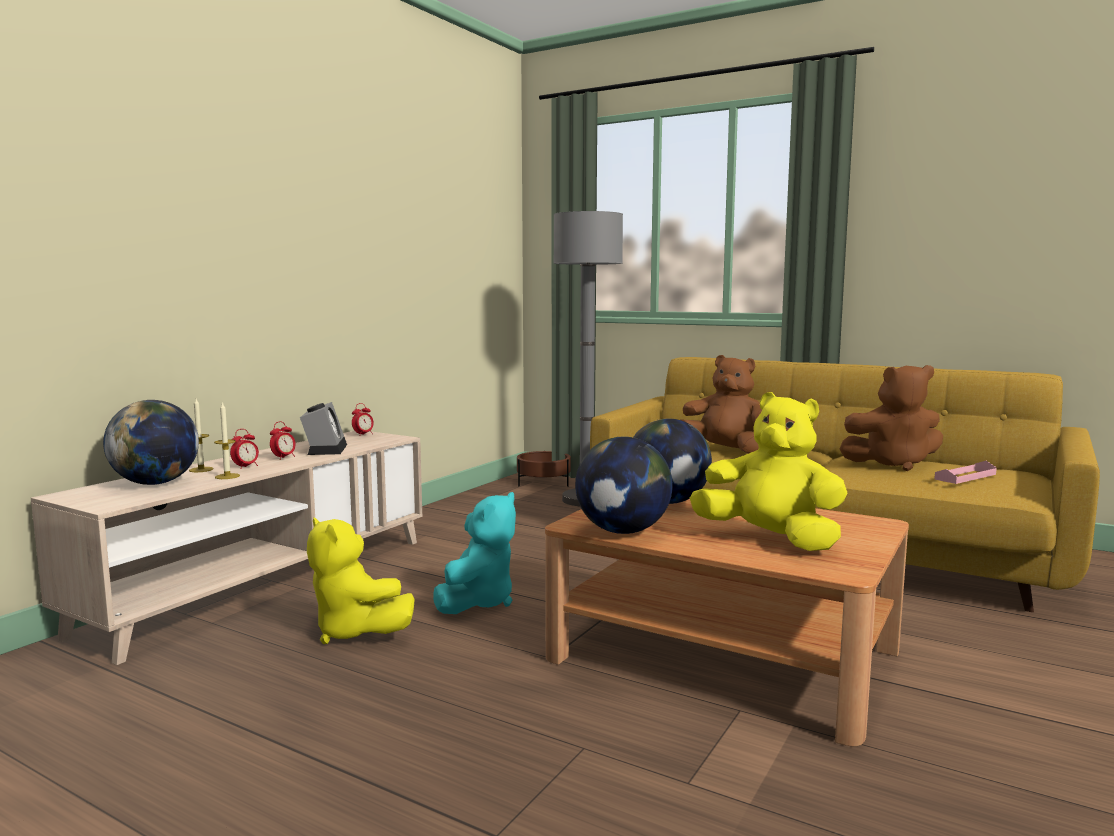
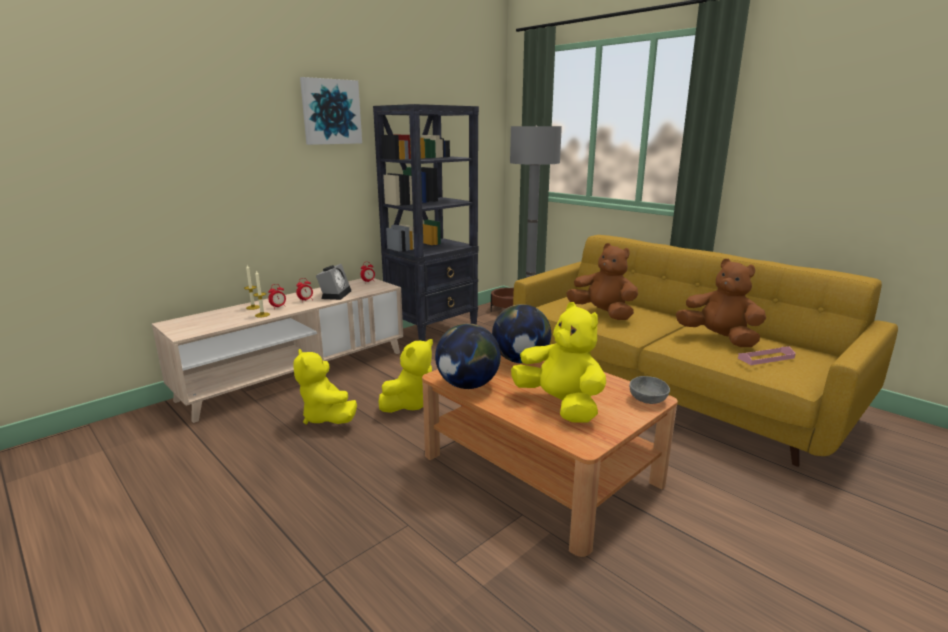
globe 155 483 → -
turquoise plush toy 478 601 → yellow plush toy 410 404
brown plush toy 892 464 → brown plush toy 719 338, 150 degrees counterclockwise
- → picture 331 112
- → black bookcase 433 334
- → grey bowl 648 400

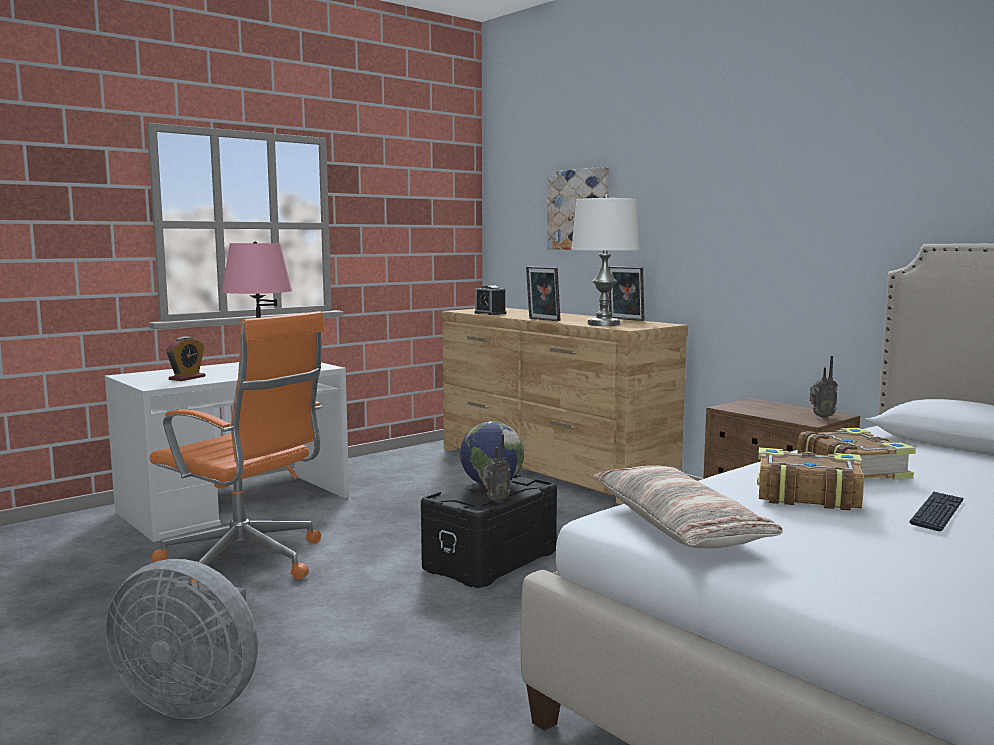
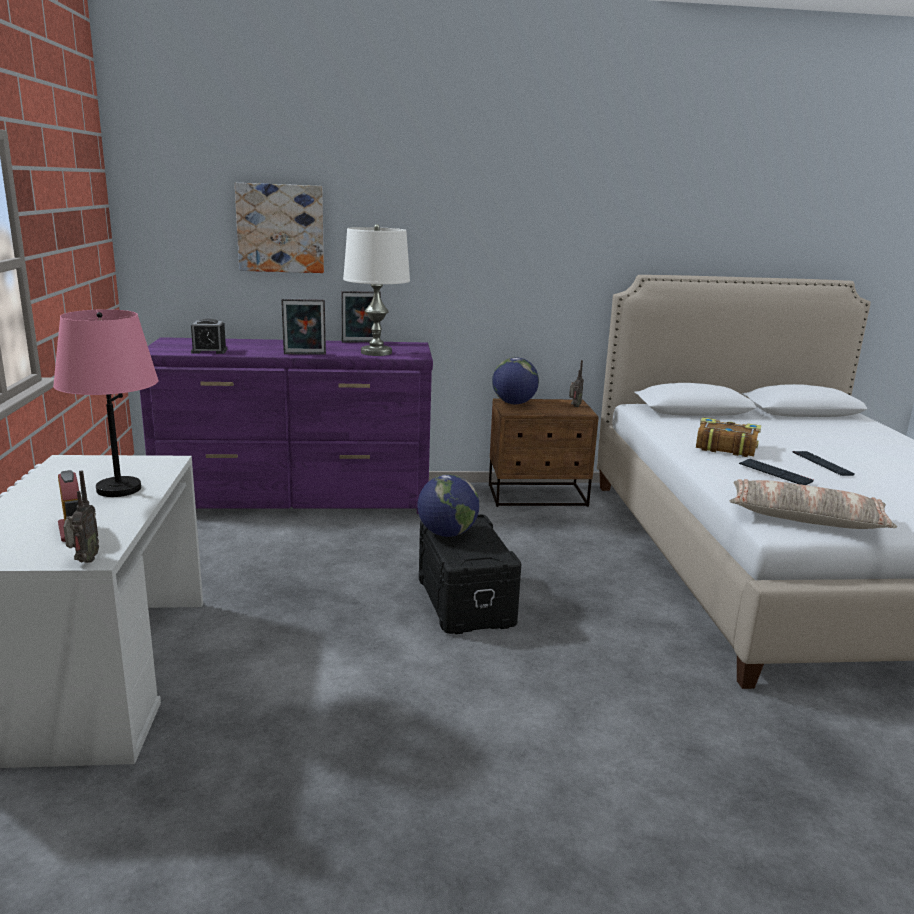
grey fan 193 701 → -
orange office chair 246 563 → -
brown dresser 551 467 → purple dresser 297 499
radio 495 501 → radio 84 561, move
book 805 495 → keyboard 774 473
- → globe 514 403

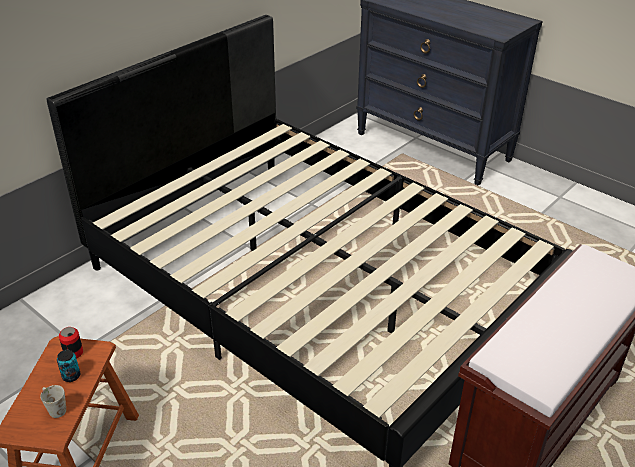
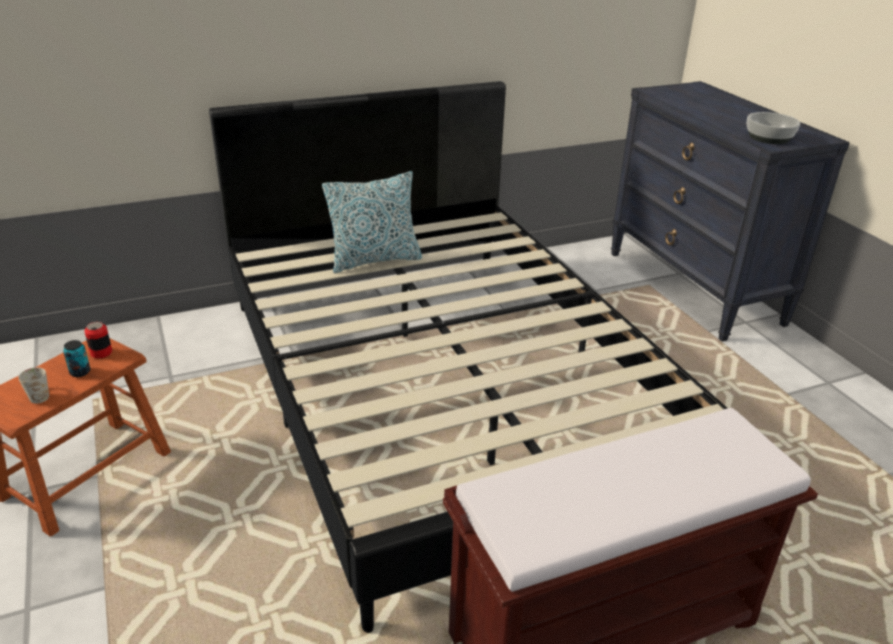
- → pillow 374 260
- → bowl 769 138

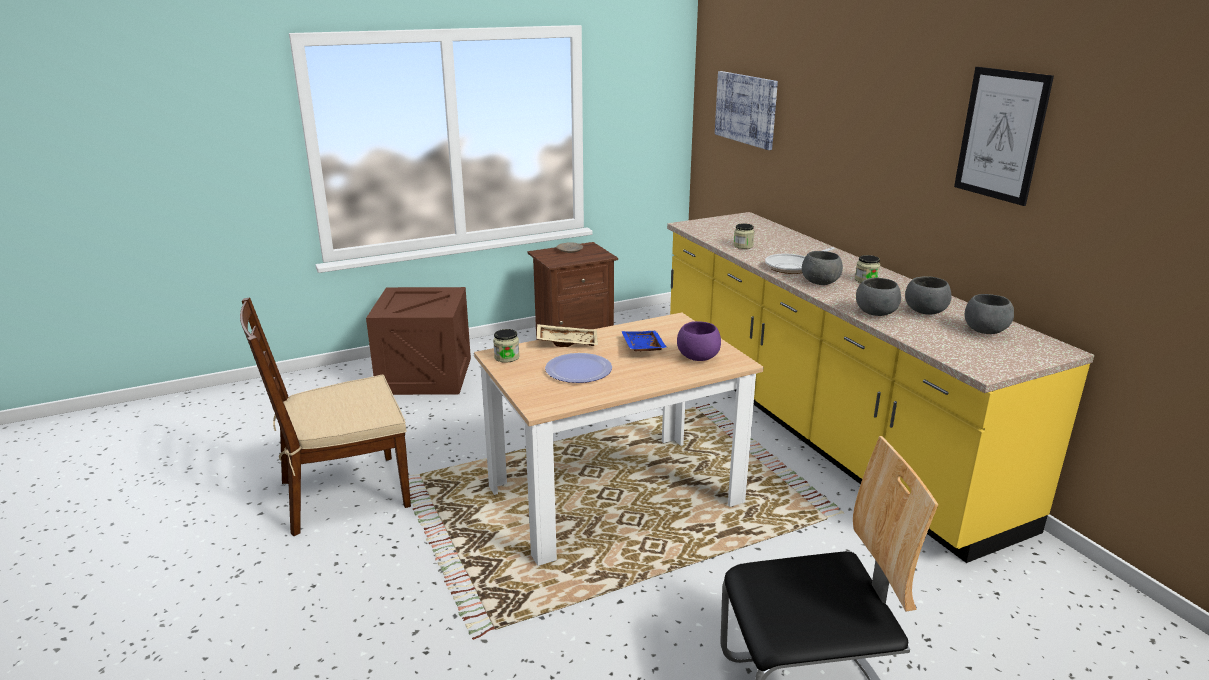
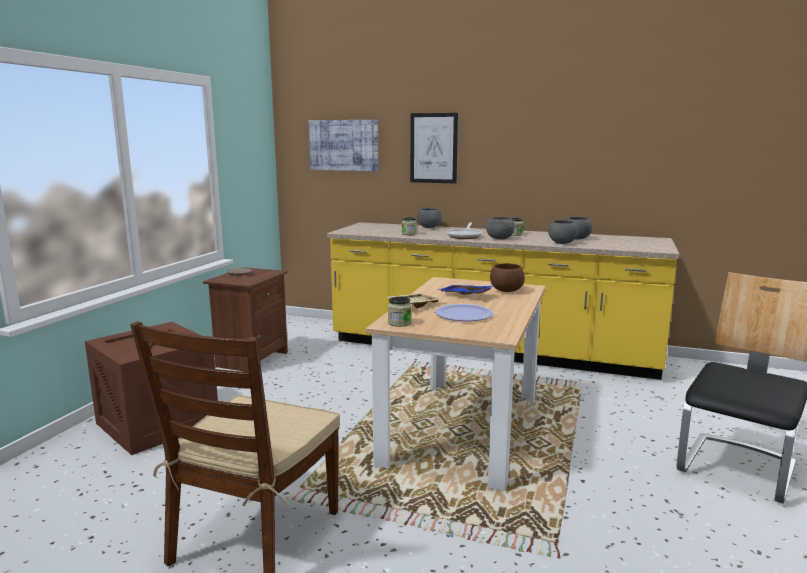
purple bowl 698 357 → brown bowl 506 291
picture 1001 135 → picture 433 148, move
grey bowl 985 331 → grey bowl 429 227, move

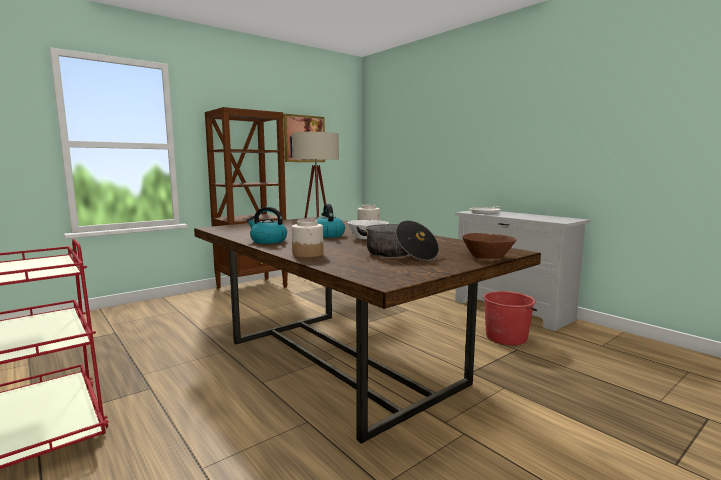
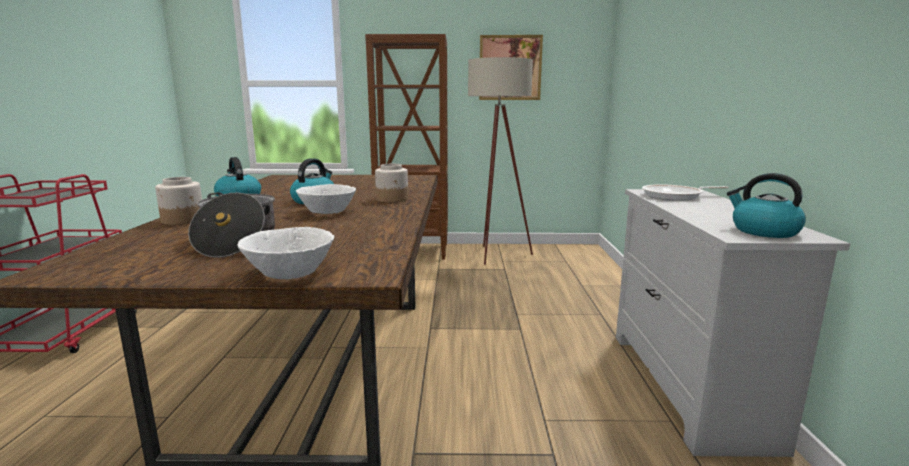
brown bowl 487 257 → white bowl 290 273
red bucket 506 337 → -
- → kettle 763 231

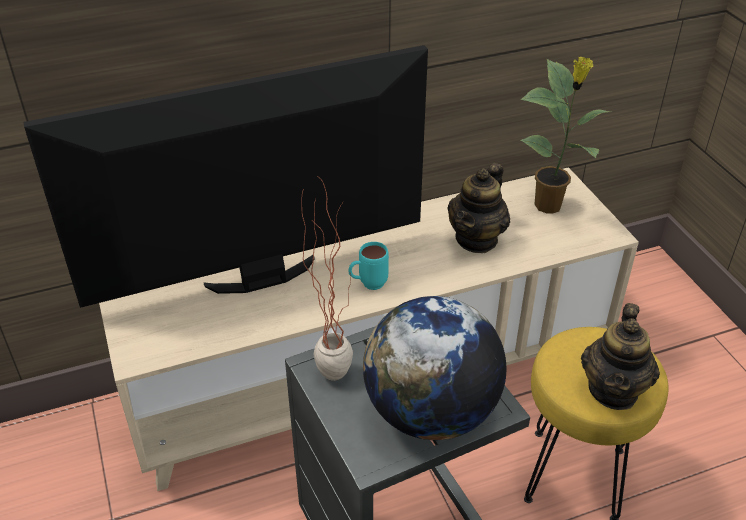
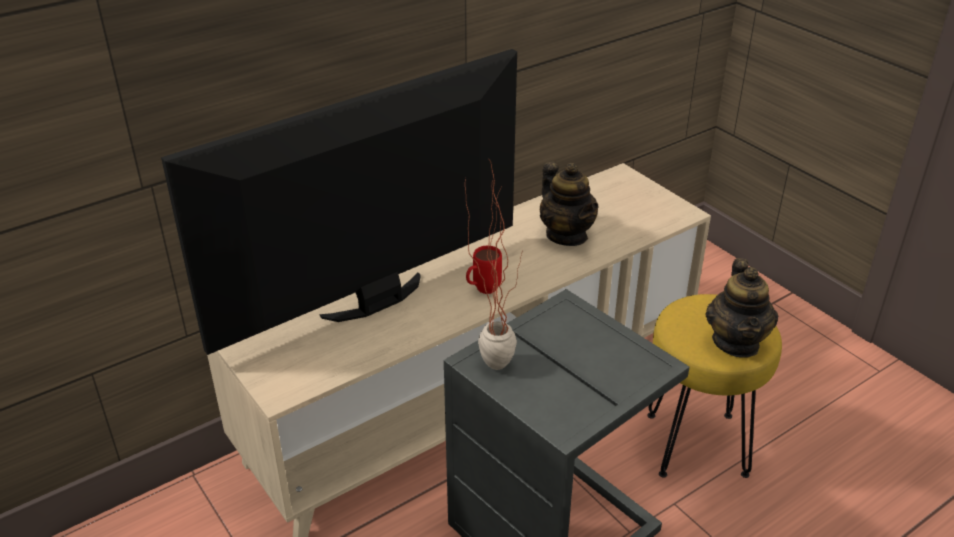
turquoise mug 368 285 → red mug 482 290
globe 431 413 → -
teapot 477 239 → teapot 567 235, 45 degrees counterclockwise
potted plant 550 206 → -

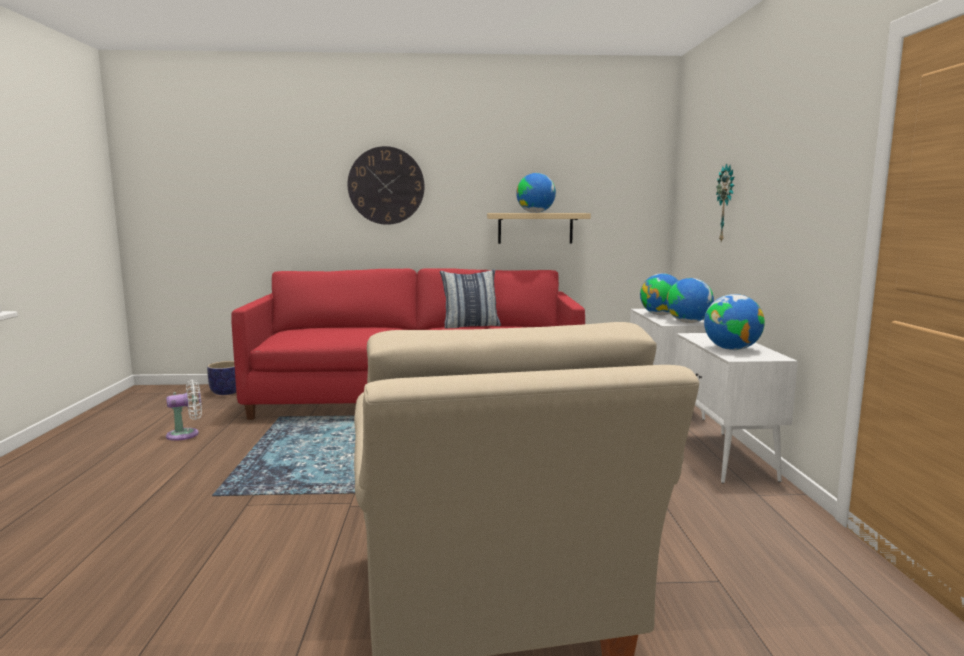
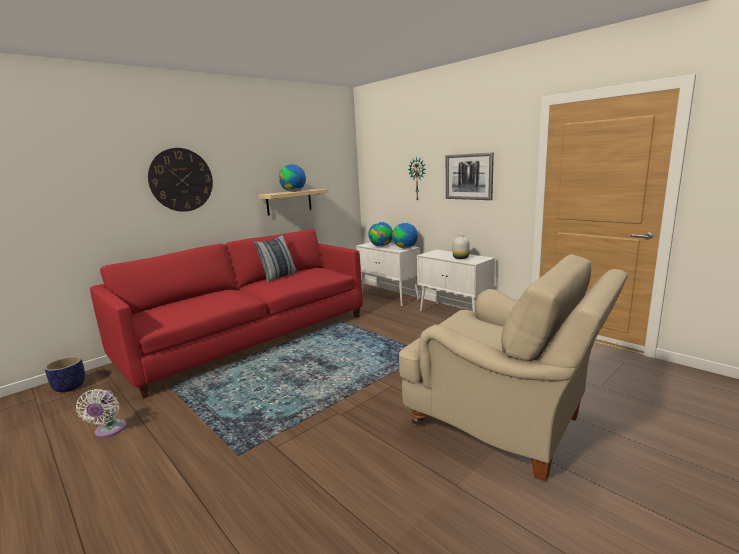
white fan 186 434 → white fan 109 431, 150 degrees clockwise
globe 731 349 → white vase 460 258
- → picture 469 176

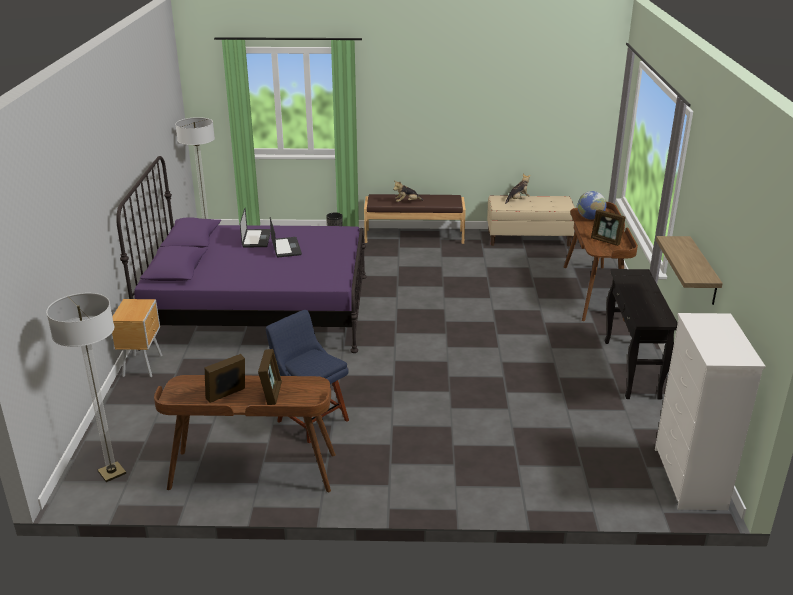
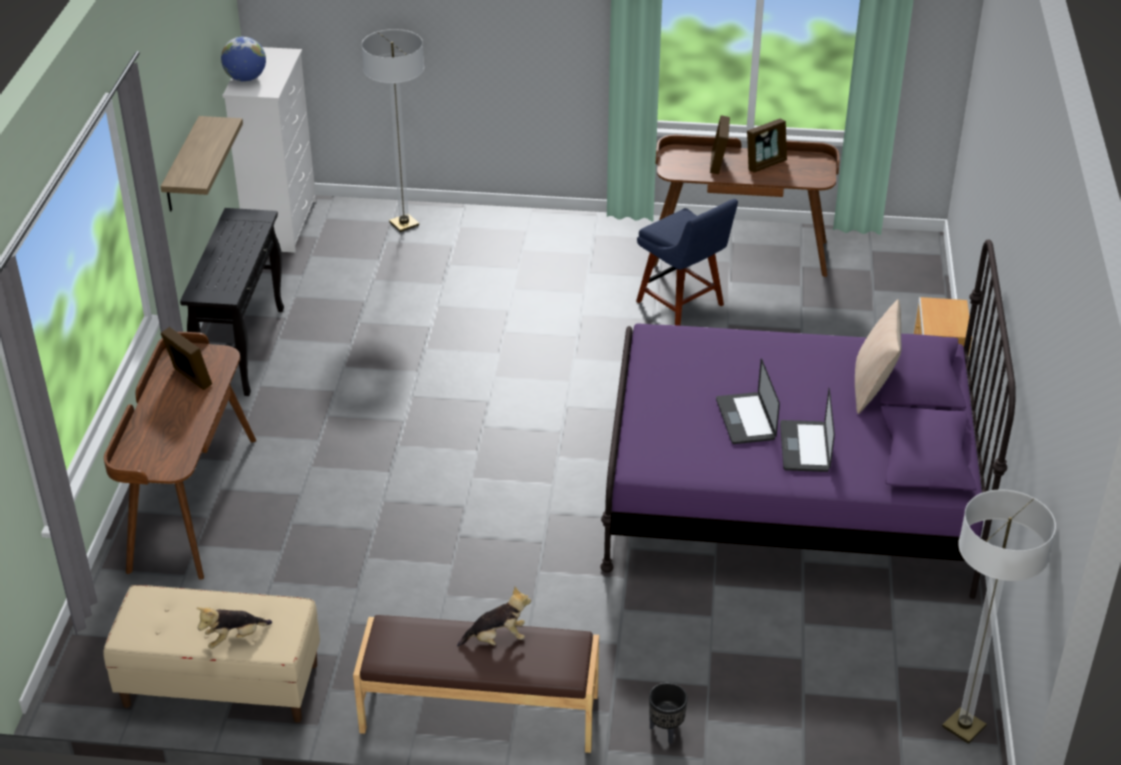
floor lamp 112 473 → floor lamp 404 224, move
globe 590 218 → globe 246 78, move
- → beige pillow 873 388

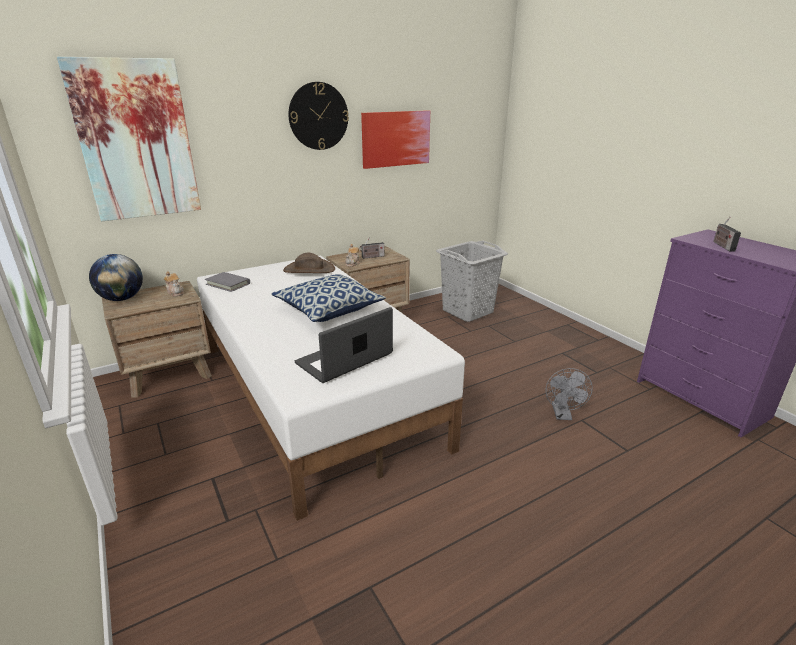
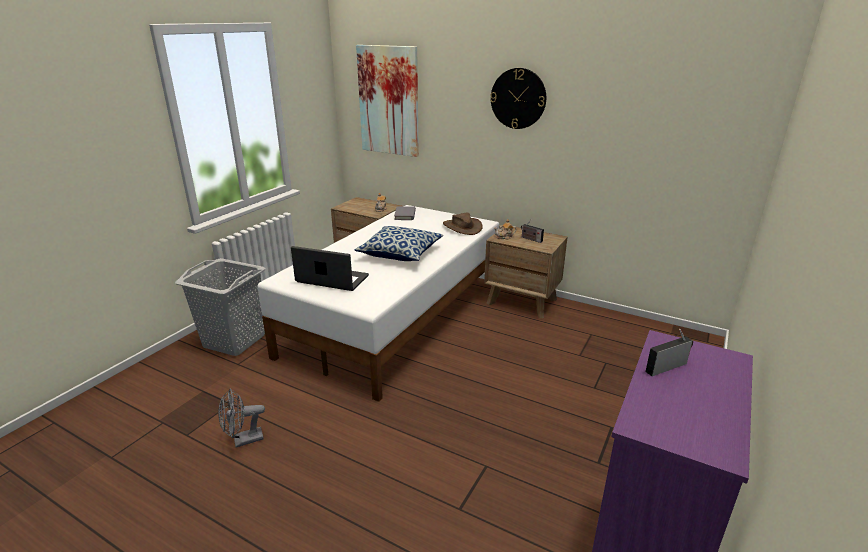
globe 122 299 → -
picture 395 139 → -
grey laundry basket 468 311 → grey laundry basket 234 341, move
grey fan 562 415 → grey fan 243 440, move

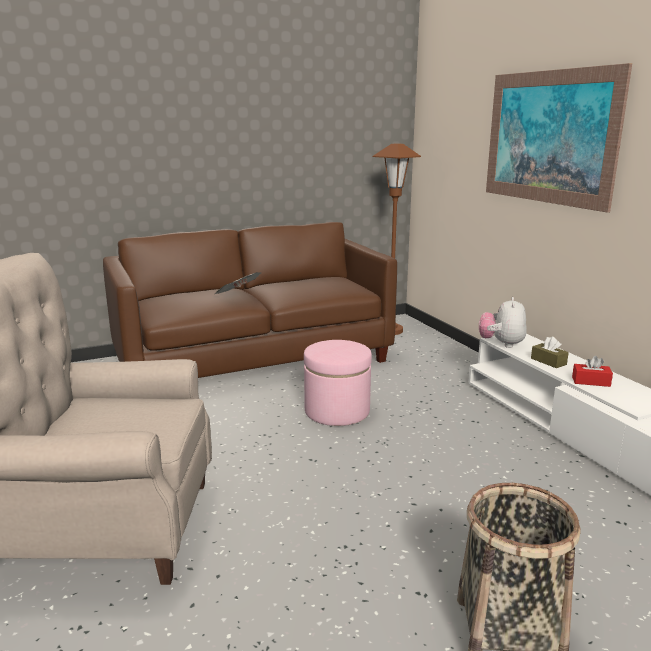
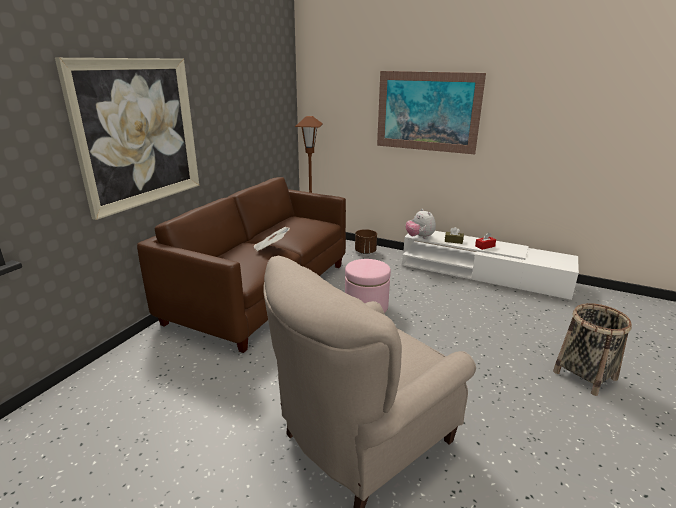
- → picture 138 133
- → brown planter 365 252

